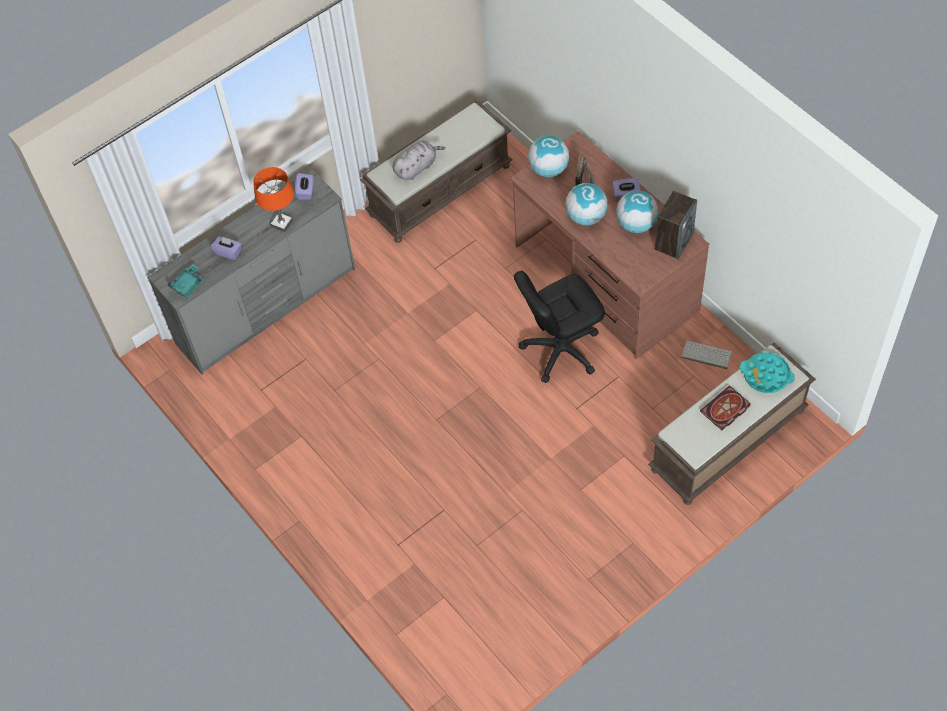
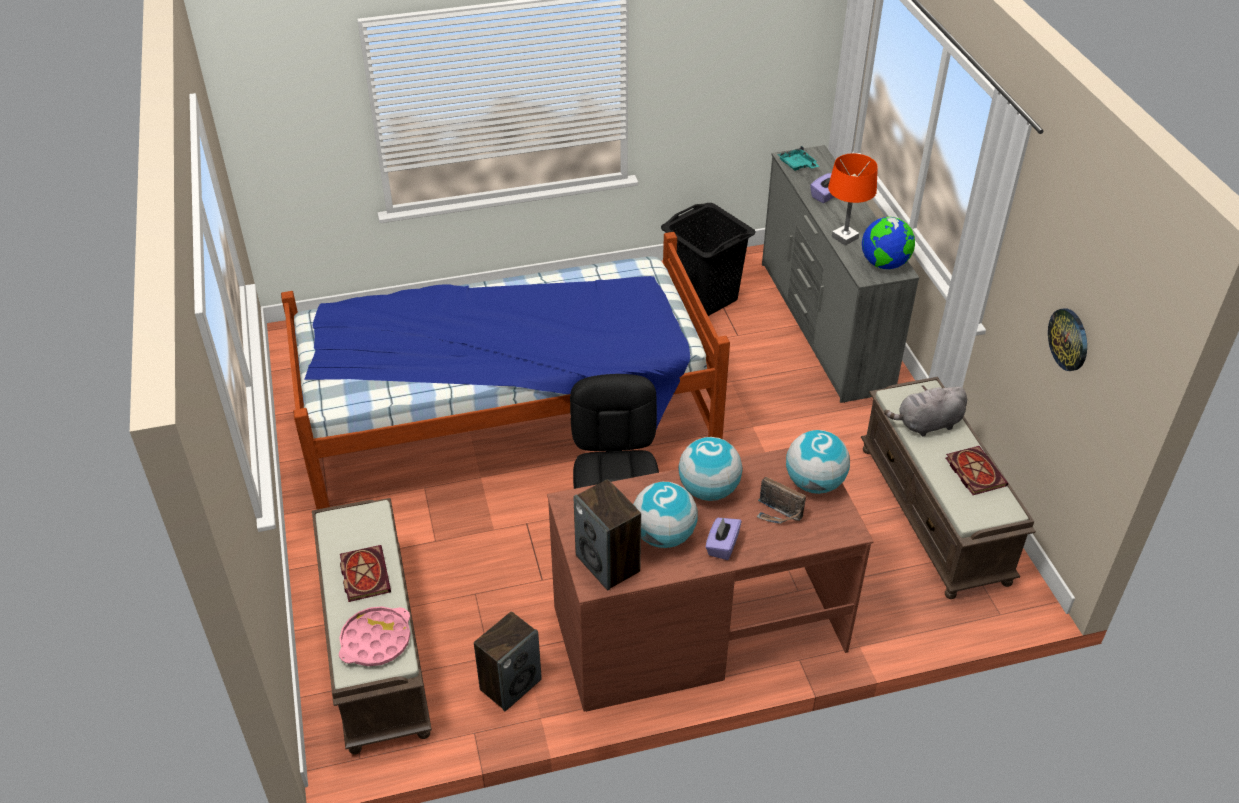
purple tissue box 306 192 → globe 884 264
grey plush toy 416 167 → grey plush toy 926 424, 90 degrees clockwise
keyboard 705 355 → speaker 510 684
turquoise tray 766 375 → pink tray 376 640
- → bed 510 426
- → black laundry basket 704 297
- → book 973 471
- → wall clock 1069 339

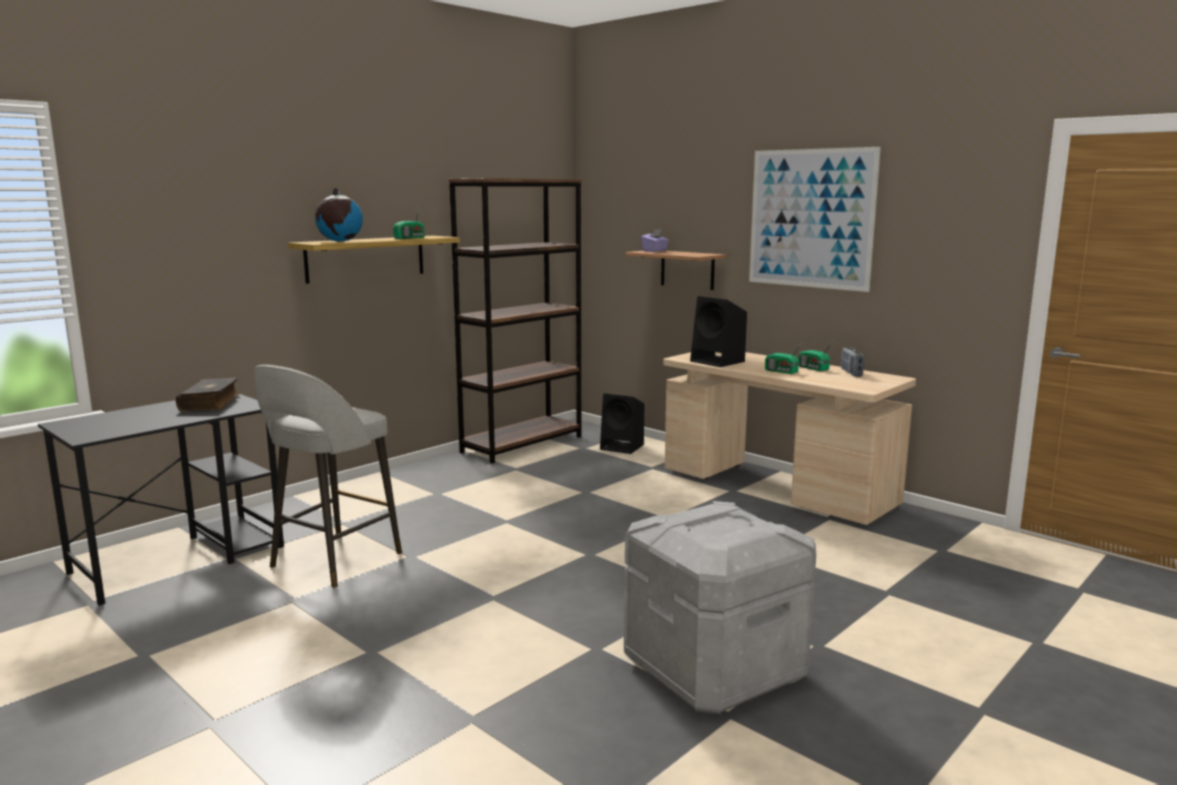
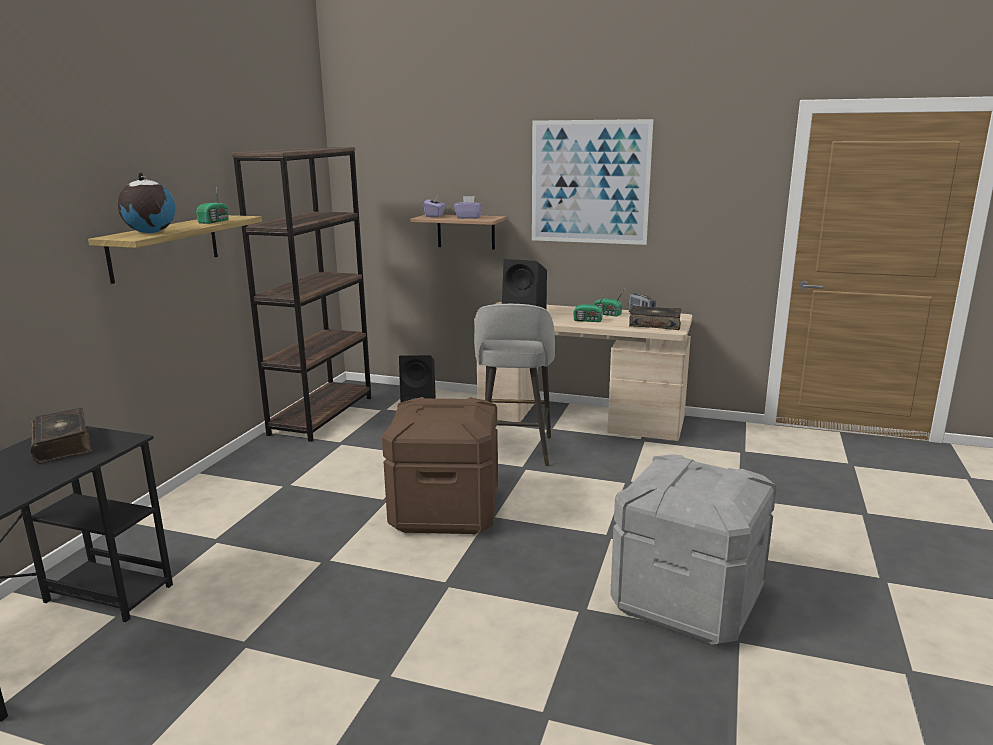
grey stool 333 561 → grey stool 514 451, move
- → brown storage box 446 511
- → purple tissue box 468 217
- → book 655 324

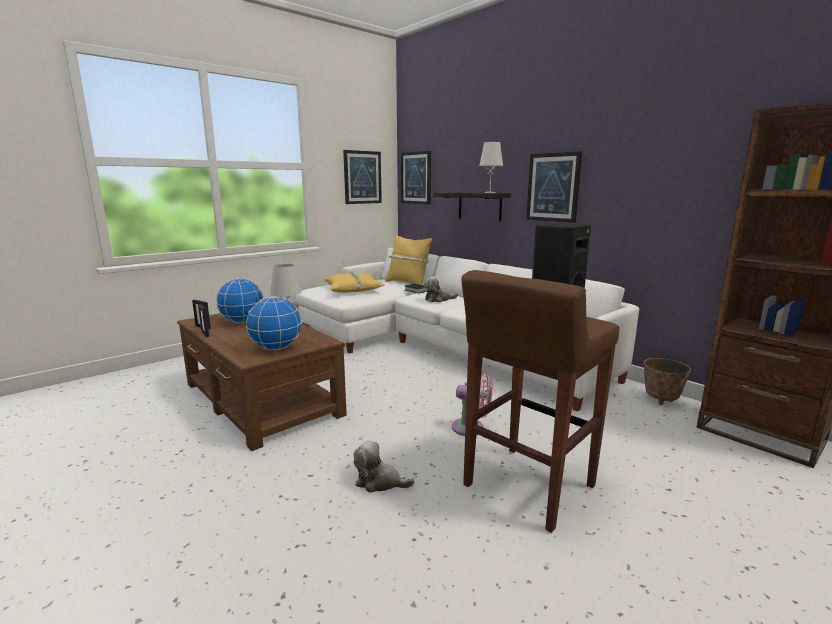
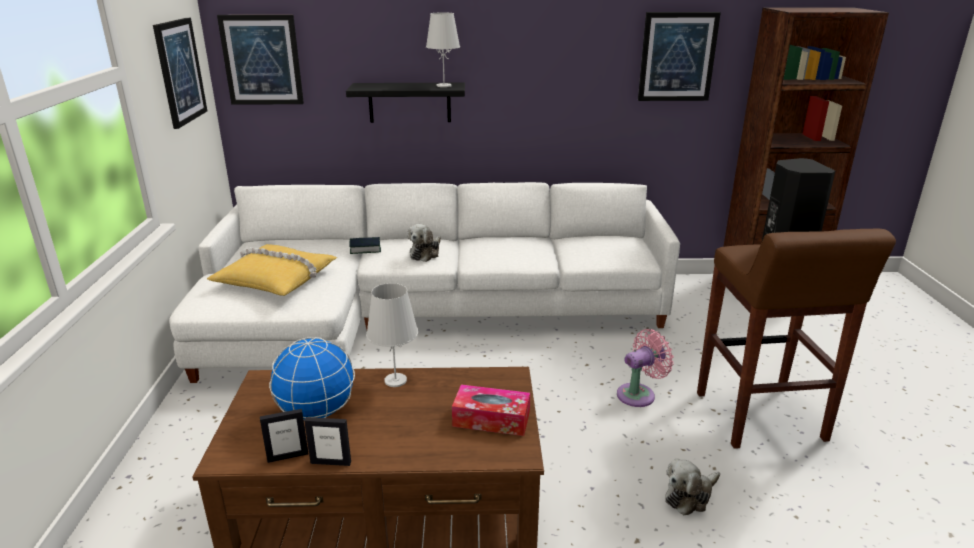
globe 276 348 → tissue box 491 419
yellow pillow 407 283 → -
picture 553 187 → picture 677 57, move
planter 661 400 → -

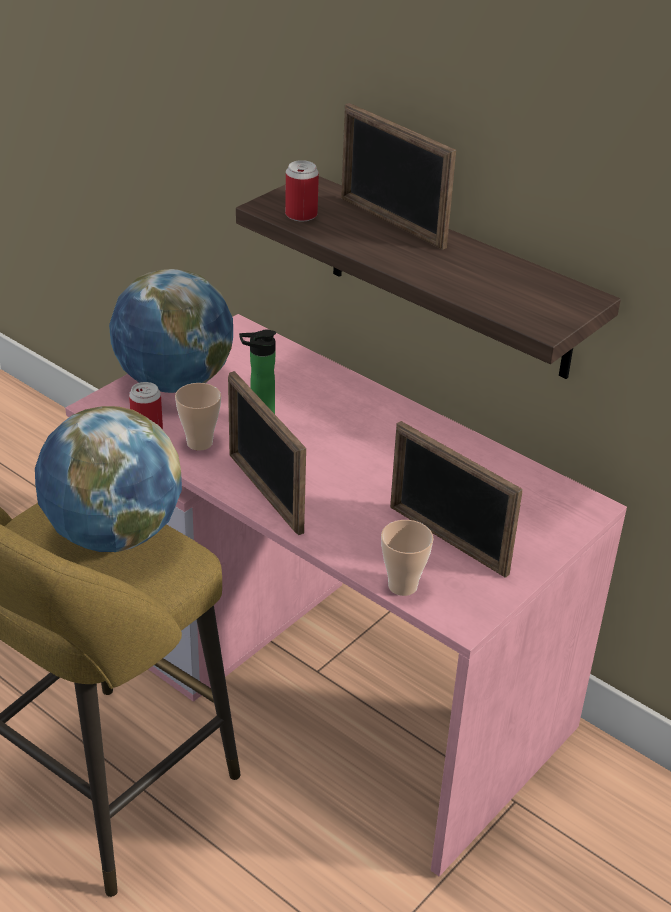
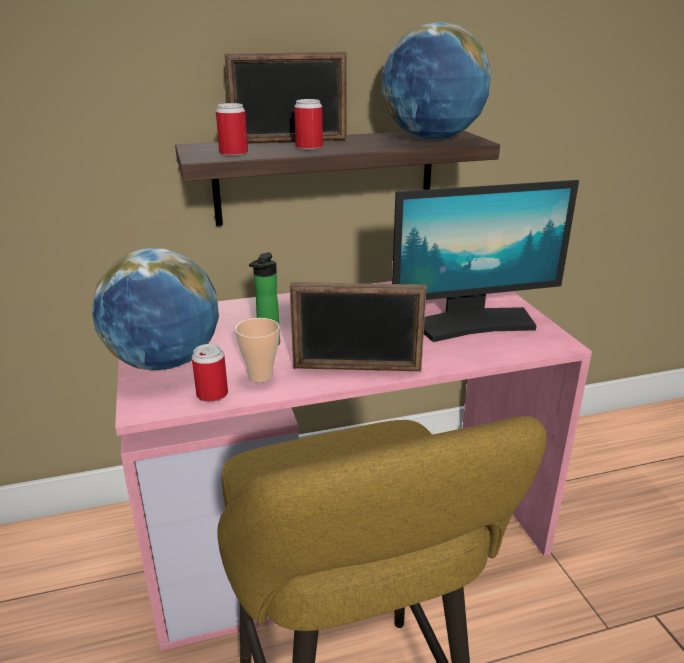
globe 113 535 → globe 432 139, move
cup 402 586 → -
picture frame 447 540 → monitor 473 323
- → can 309 147

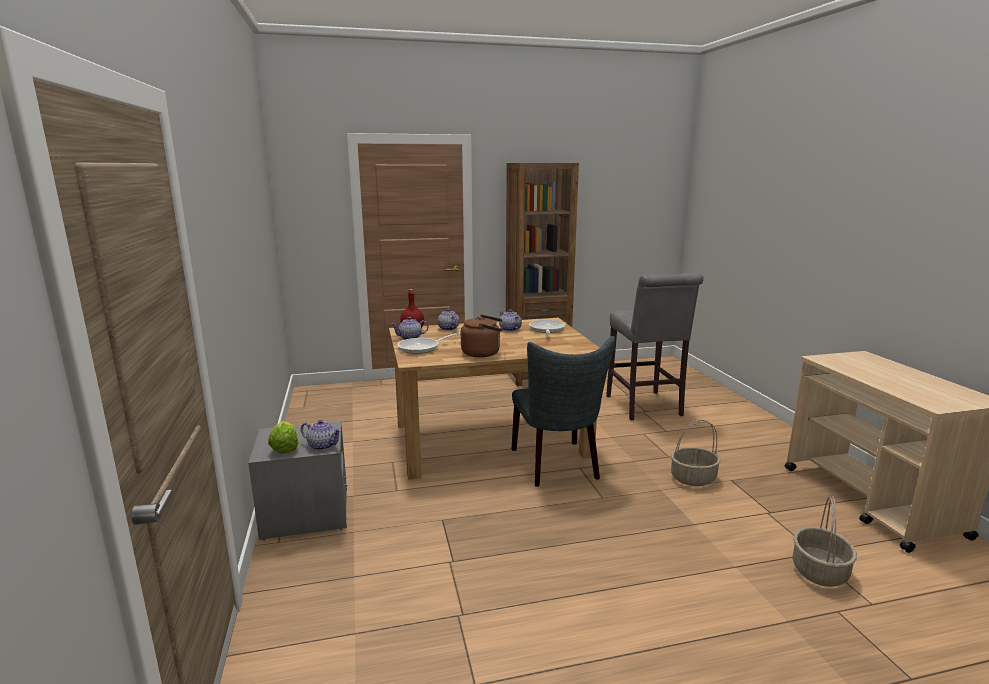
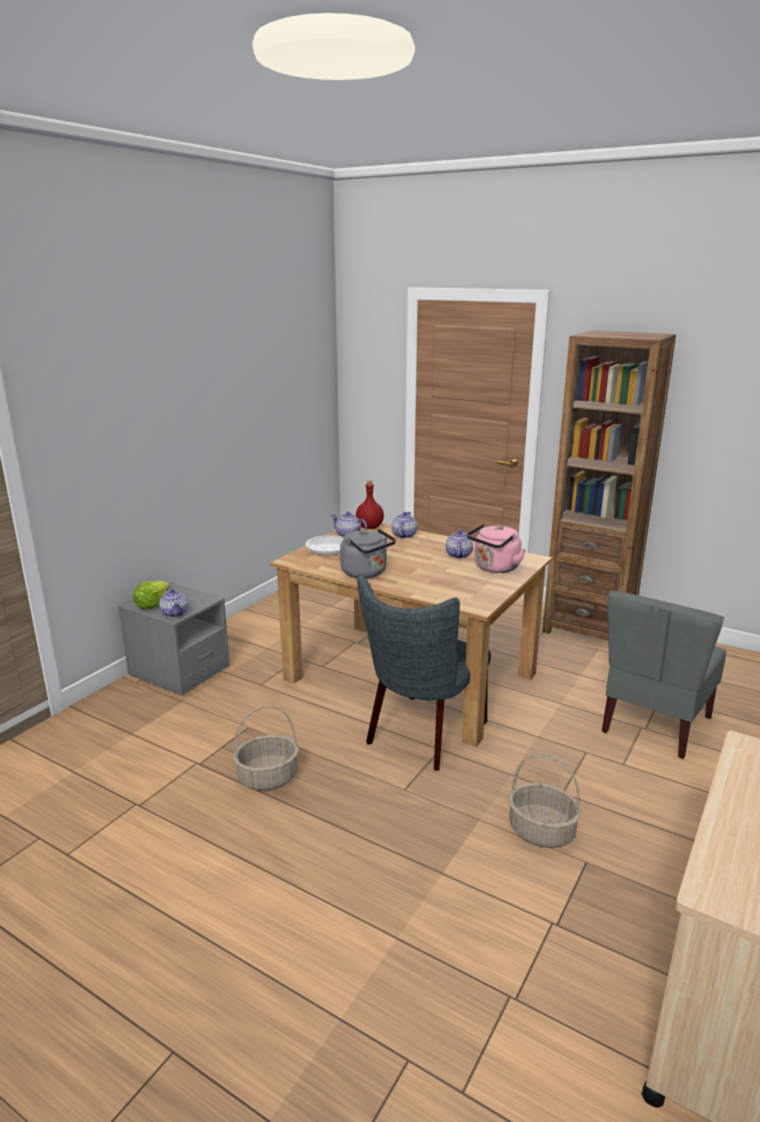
brown kettle 483 353 → grey kettle 366 573
frying pan 546 330 → pink kettle 495 568
grey stool 645 408 → grey chair 654 724
basket 820 572 → basket 267 778, move

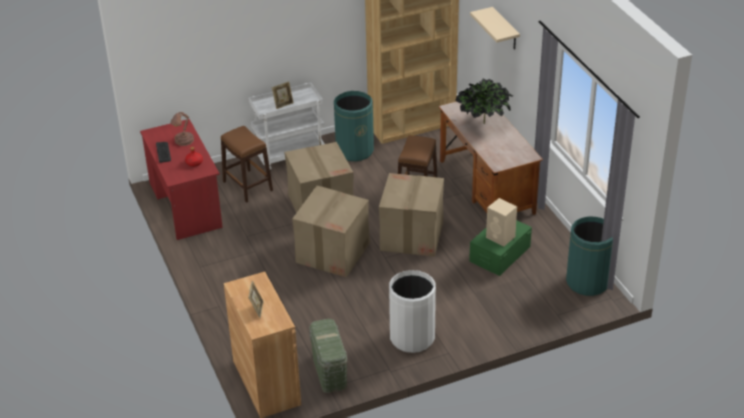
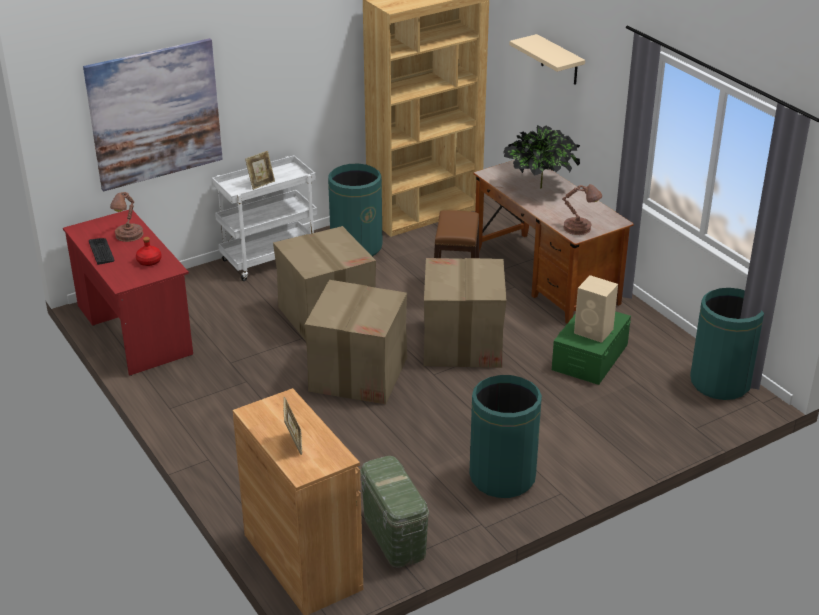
brown stool 248 186 → -
white trash can 412 337 → green trash can 502 477
- → picture 155 114
- → brown table lamp 579 228

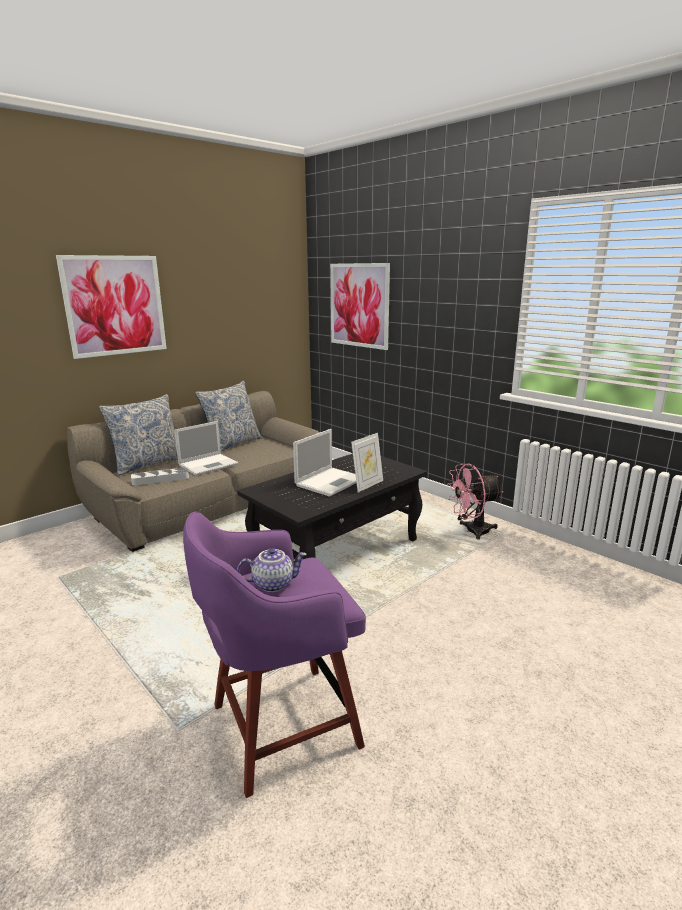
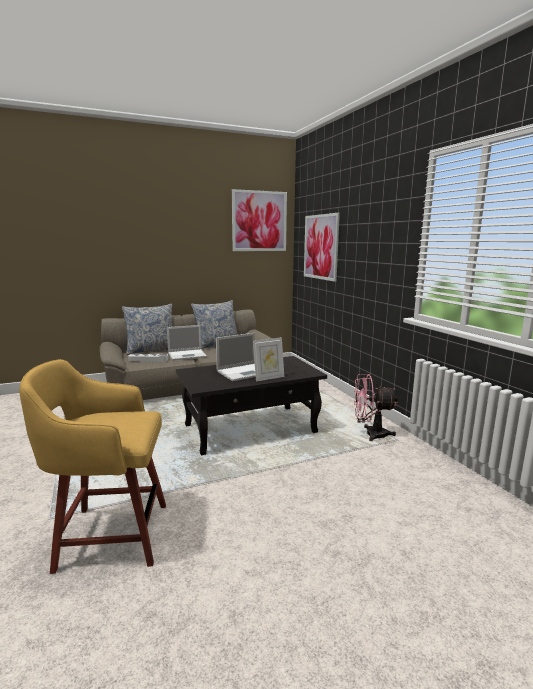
picture 115 305 → picture 259 221, move
purple stool 280 727 → yellow stool 110 535
teapot 273 584 → -

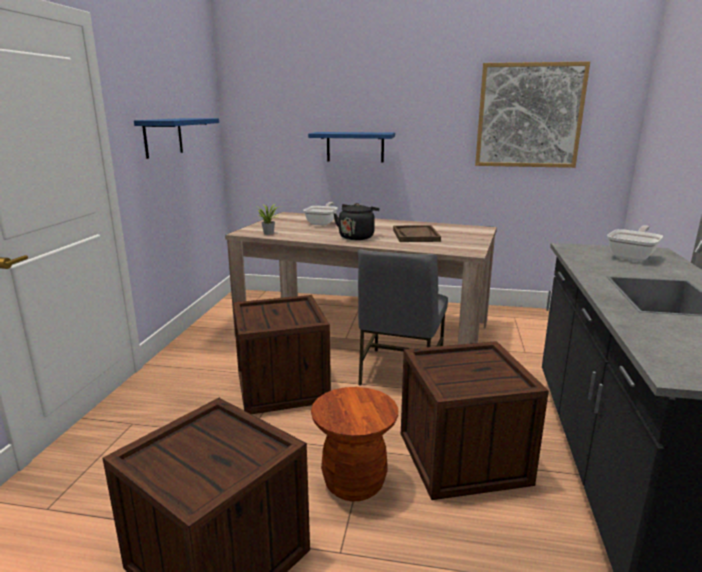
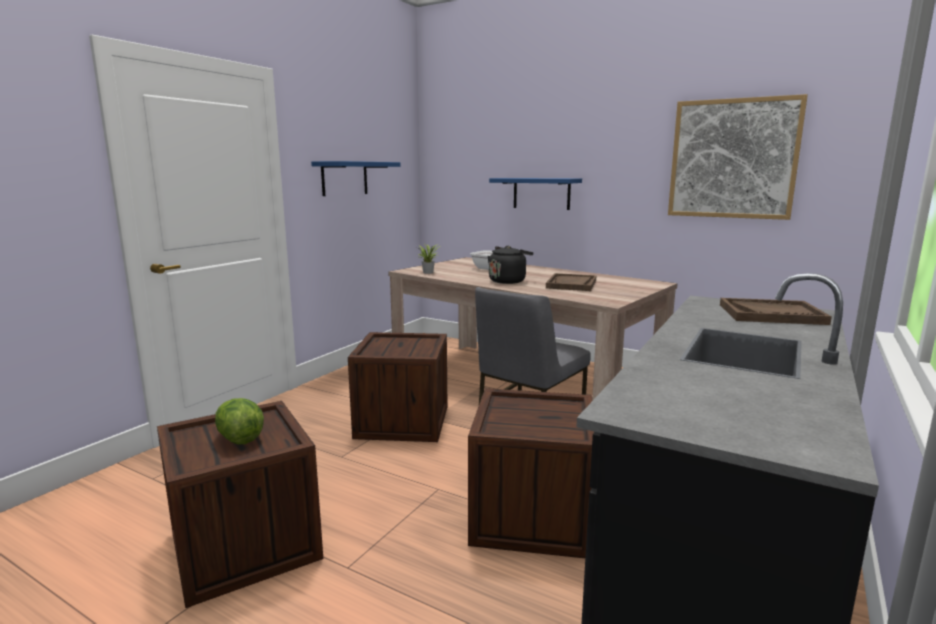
brown stool 354 483 → -
frying pan 632 256 → brown tray 771 314
- → lettuce 239 438

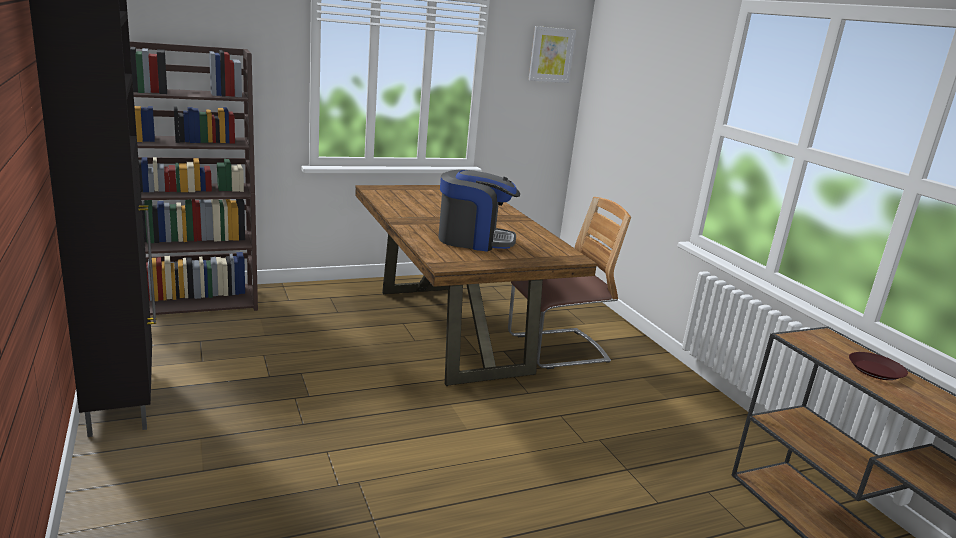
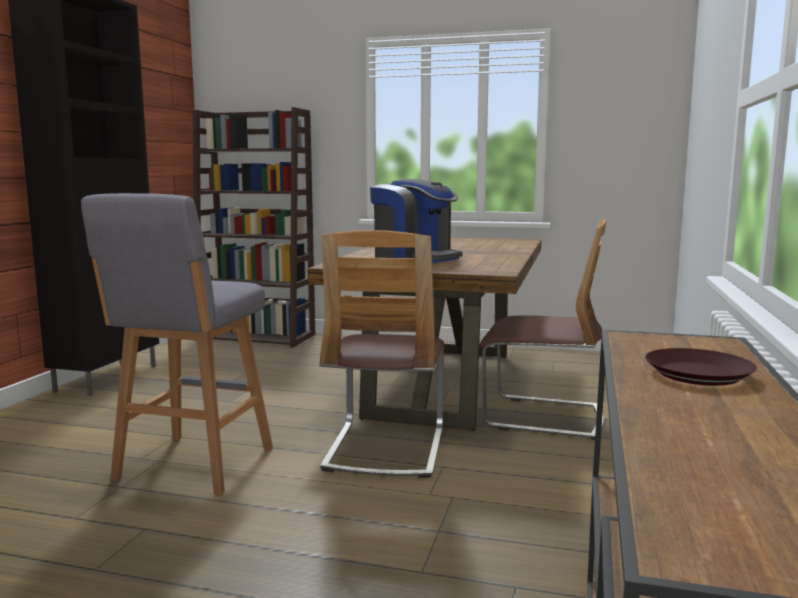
picture 551 54 → -
- → grey stool 192 466
- → chair 385 448

